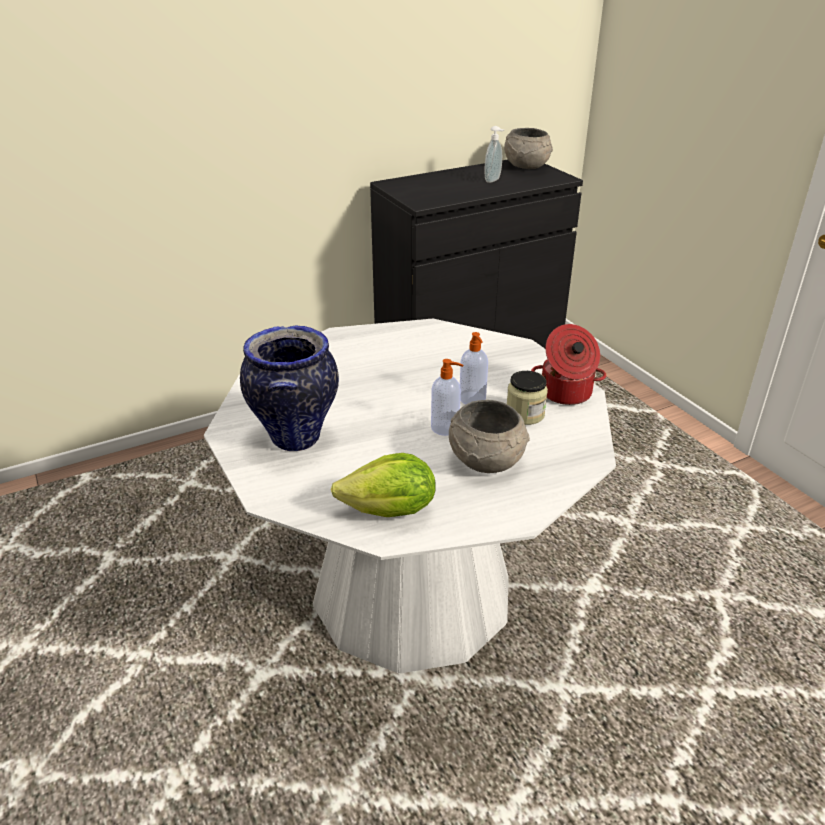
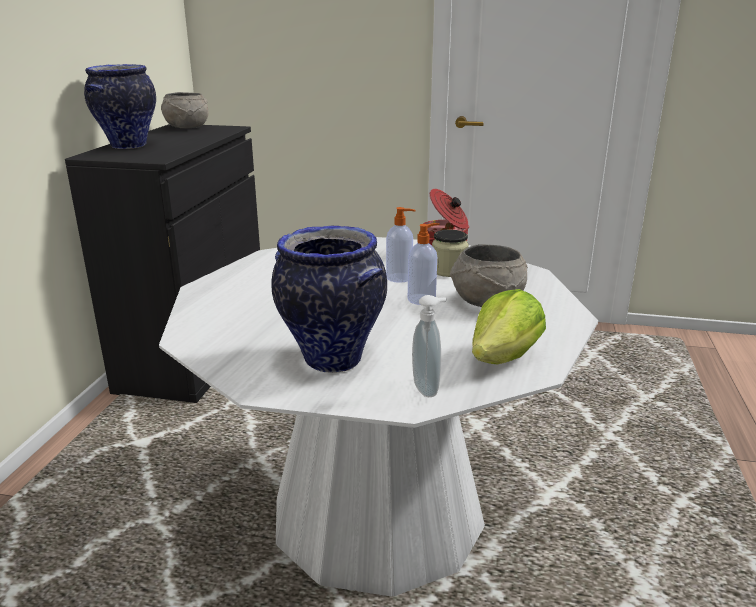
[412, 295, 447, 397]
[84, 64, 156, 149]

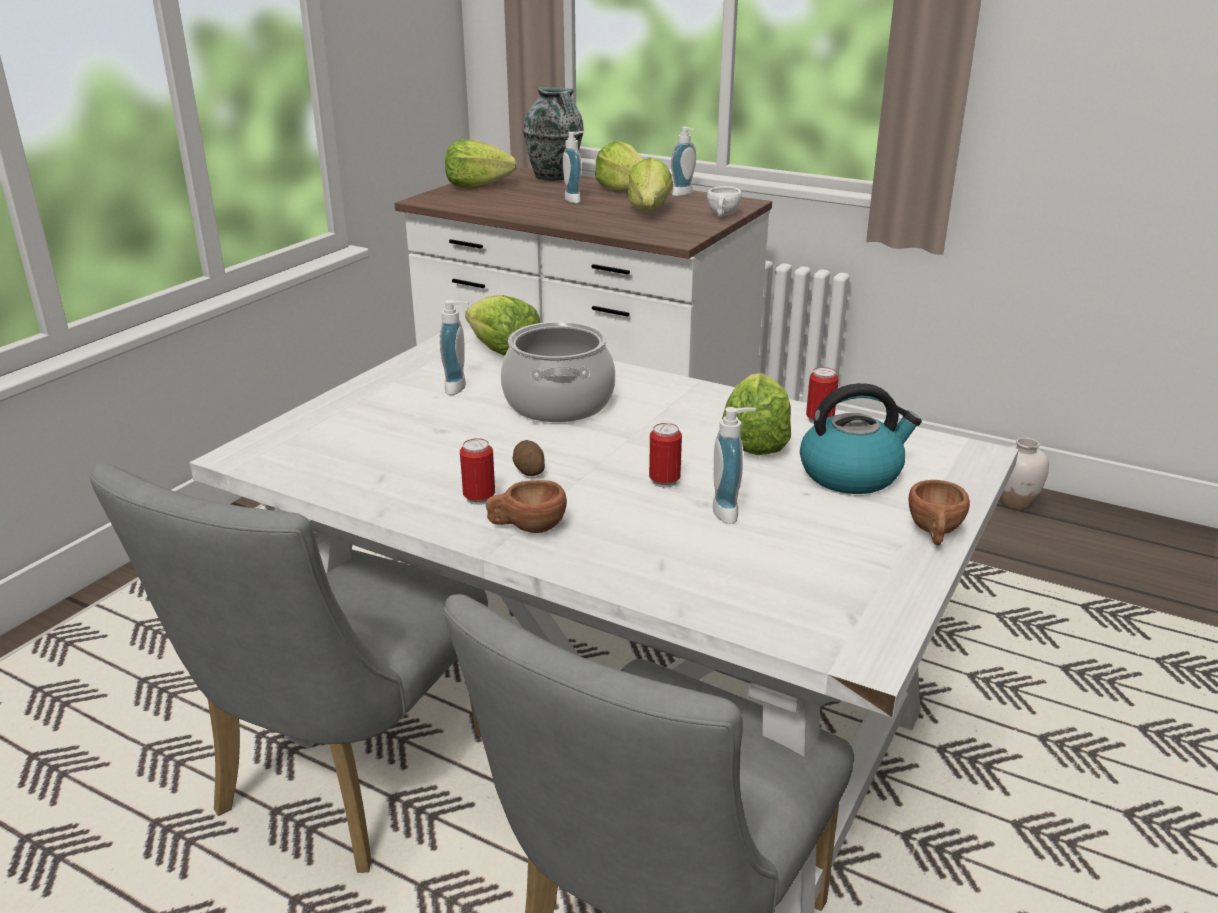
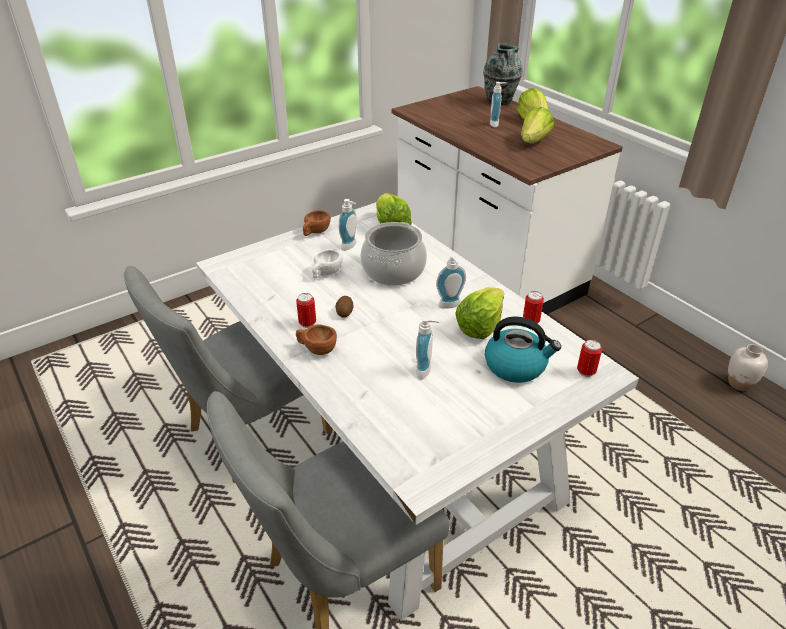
[436, 254, 466, 309]
[445, 140, 517, 188] (first image)
[312, 249, 343, 278]
[577, 340, 602, 377]
[303, 210, 331, 236]

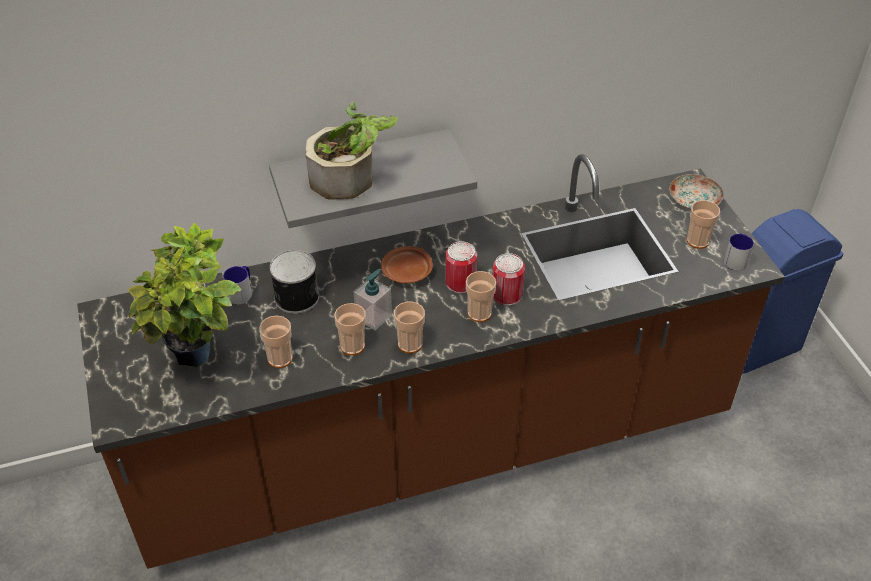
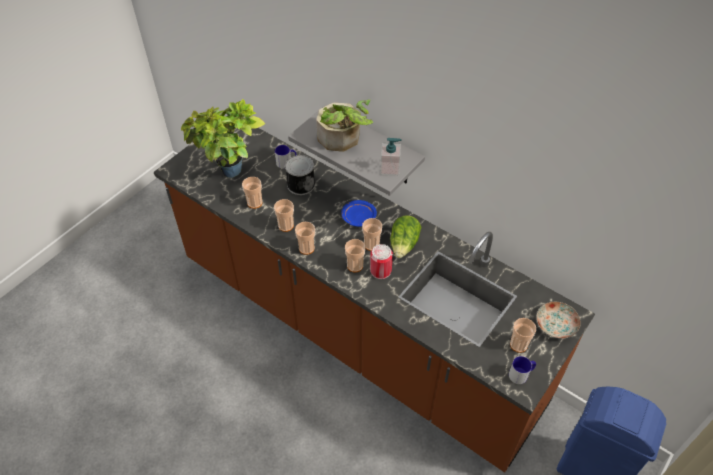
[362, 218, 382, 251]
[341, 200, 377, 227]
[380, 138, 402, 176]
[390, 215, 421, 259]

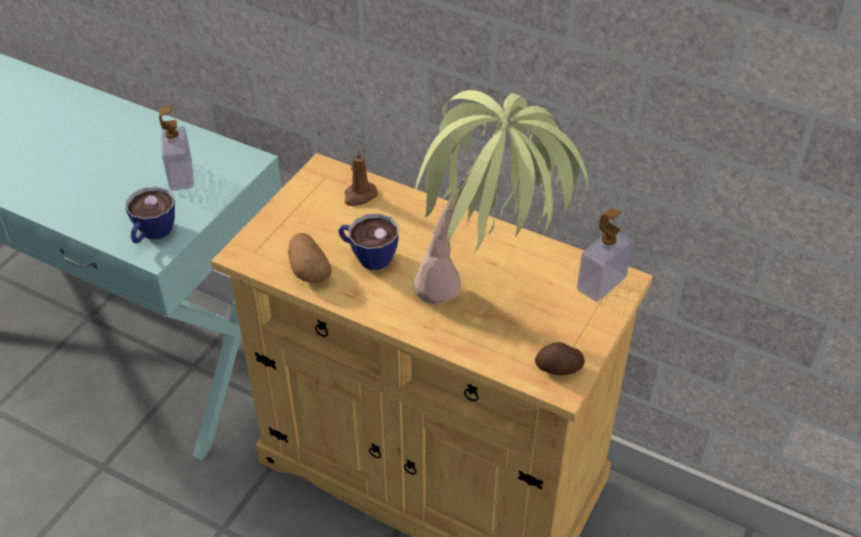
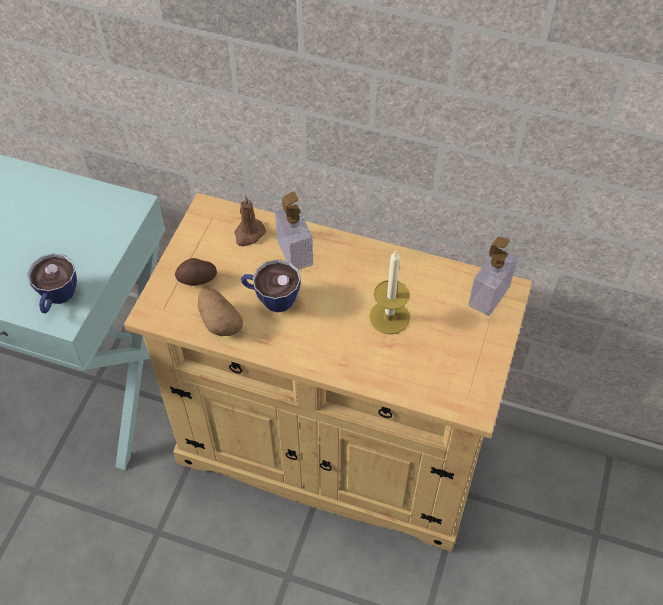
[369, 251, 410, 334]
[275, 191, 313, 270]
[175, 258, 217, 286]

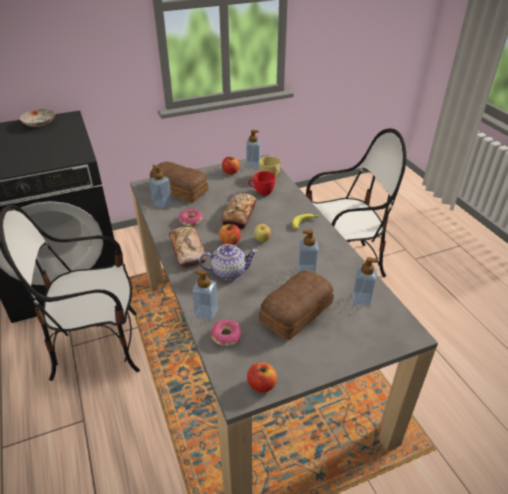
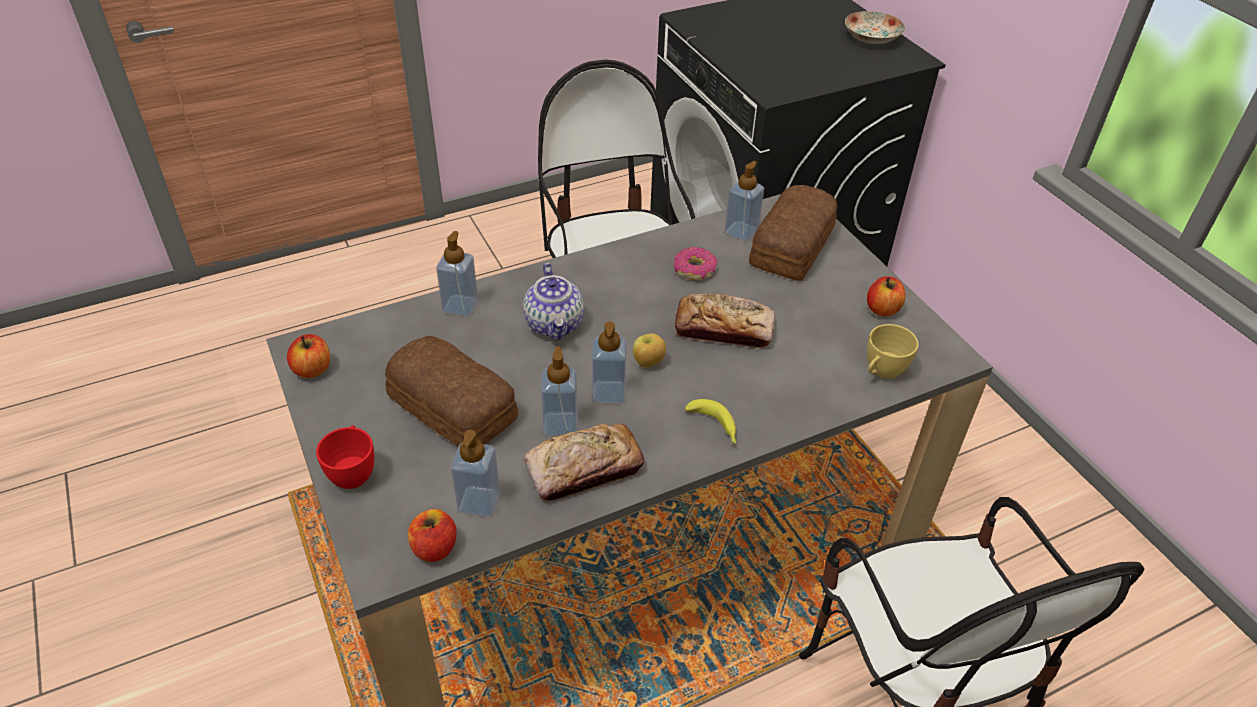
[592, 321, 627, 404]
[316, 425, 374, 489]
[408, 509, 457, 562]
[524, 424, 644, 501]
[211, 320, 241, 346] (first image)

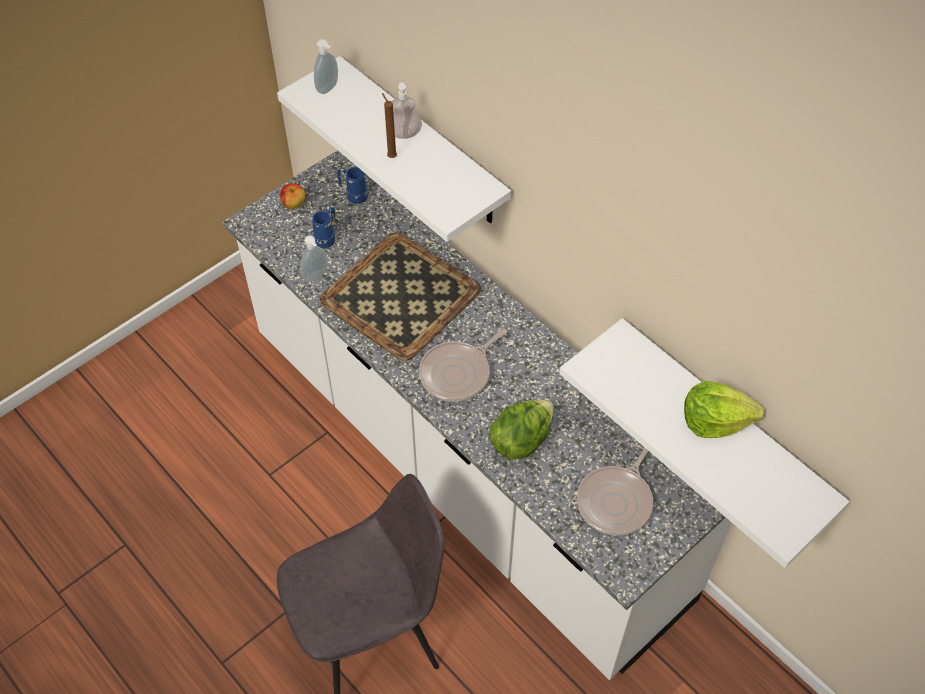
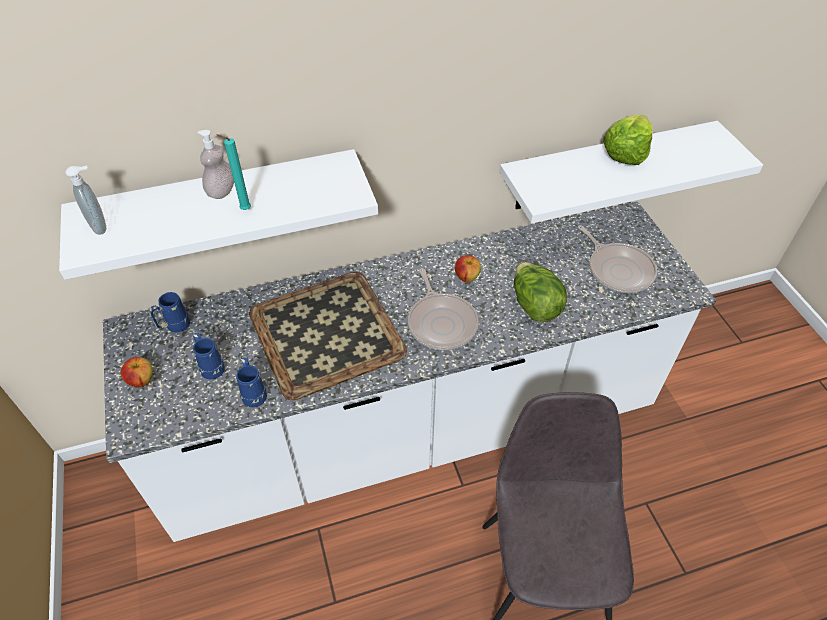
[216, 134, 251, 210]
[236, 356, 267, 407]
[455, 255, 481, 282]

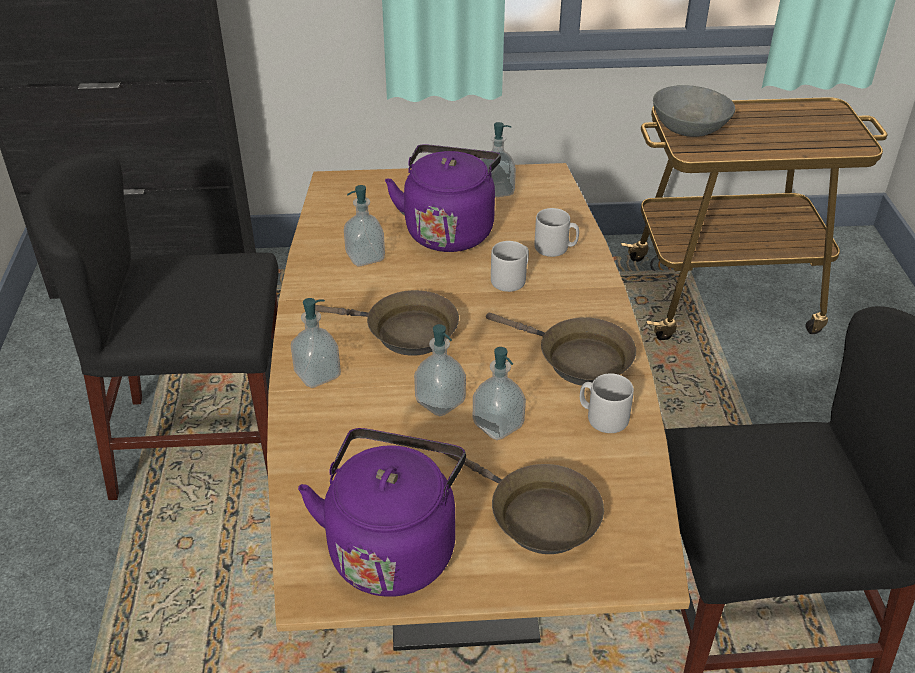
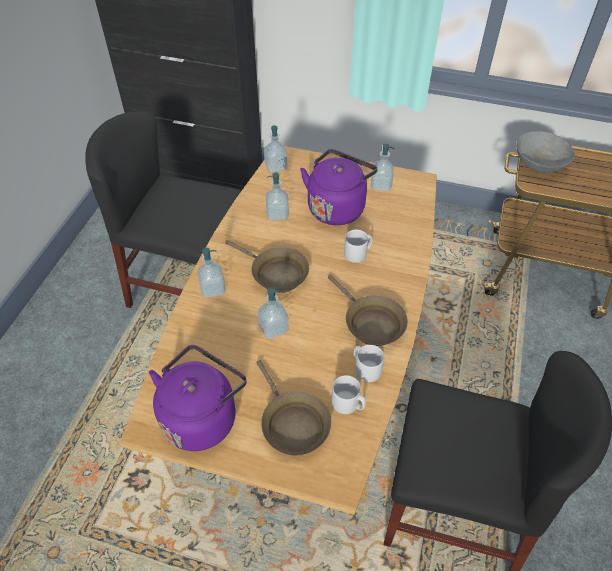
[331, 375, 366, 414]
[264, 125, 288, 173]

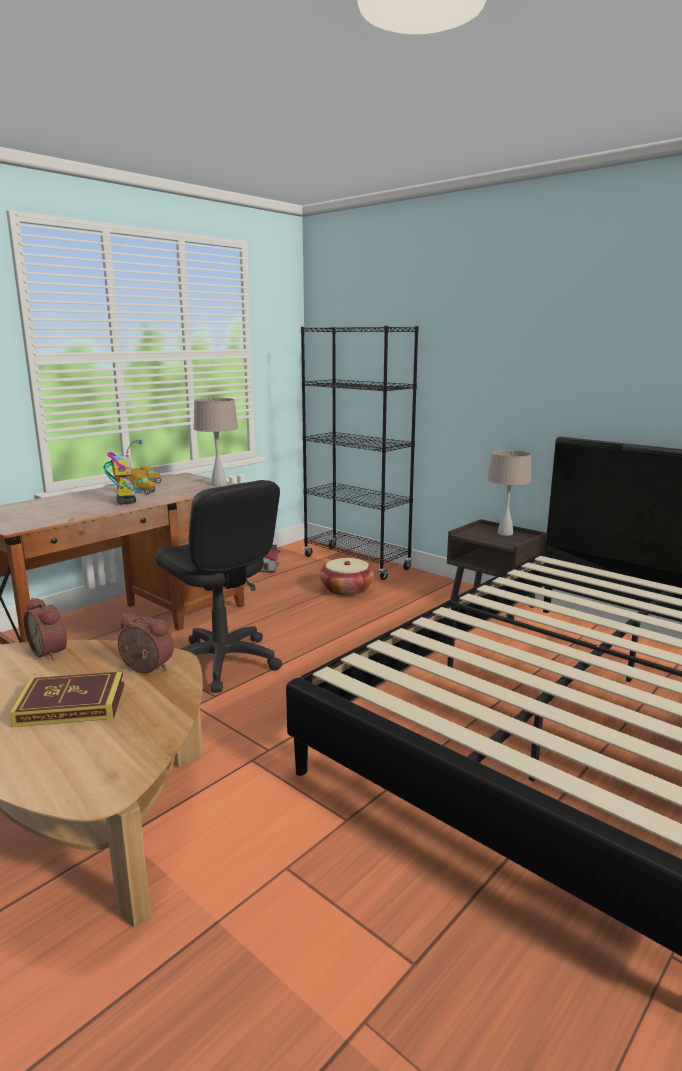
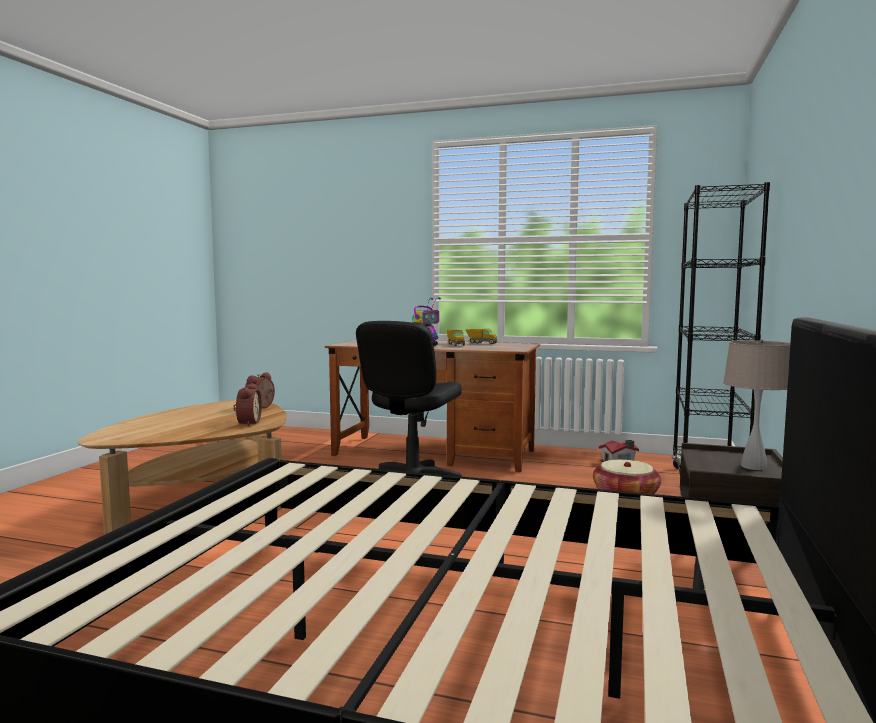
[194, 397, 238, 486] (first image)
[10, 672, 124, 727] (first image)

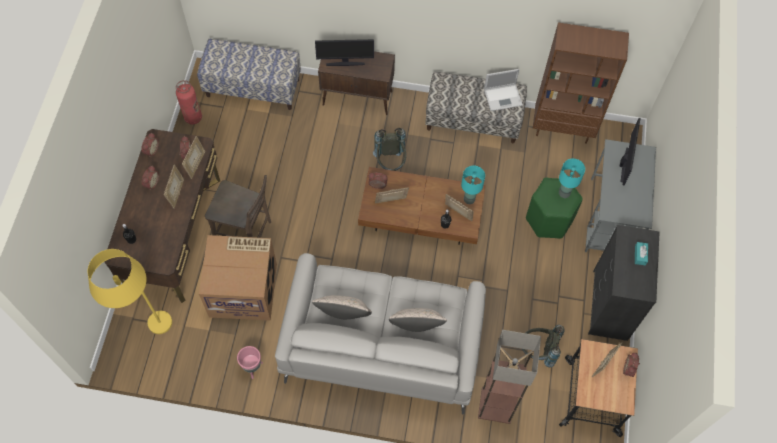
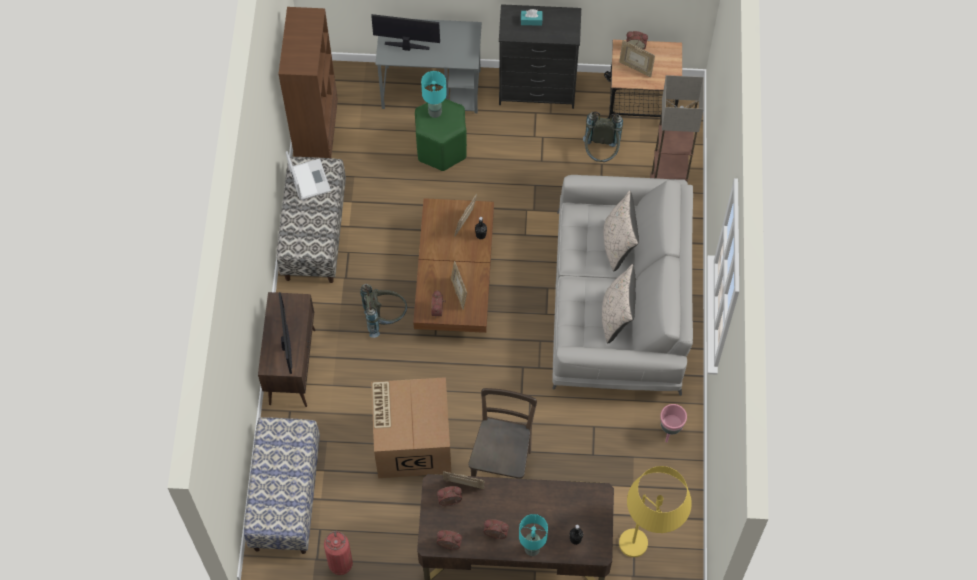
[164, 165, 184, 208] (first image)
[519, 514, 548, 556]
[371, 377, 451, 478]

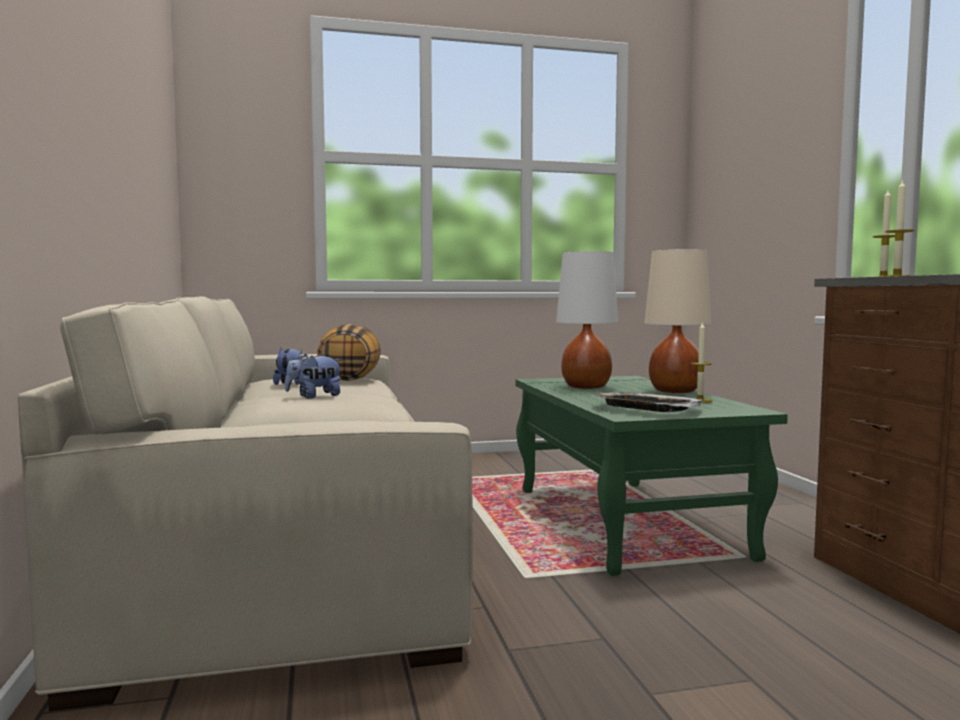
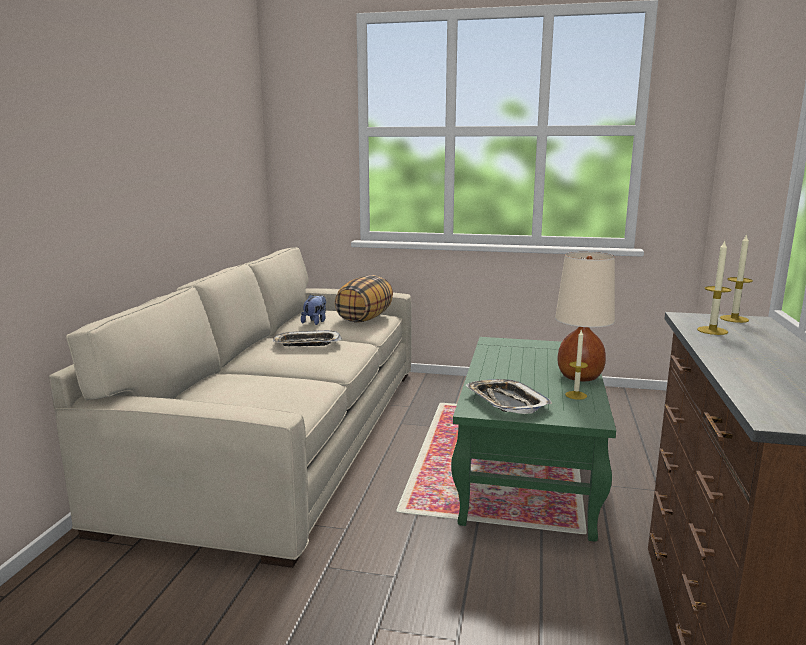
[556, 251, 618, 389] (first image)
[273, 330, 342, 346]

